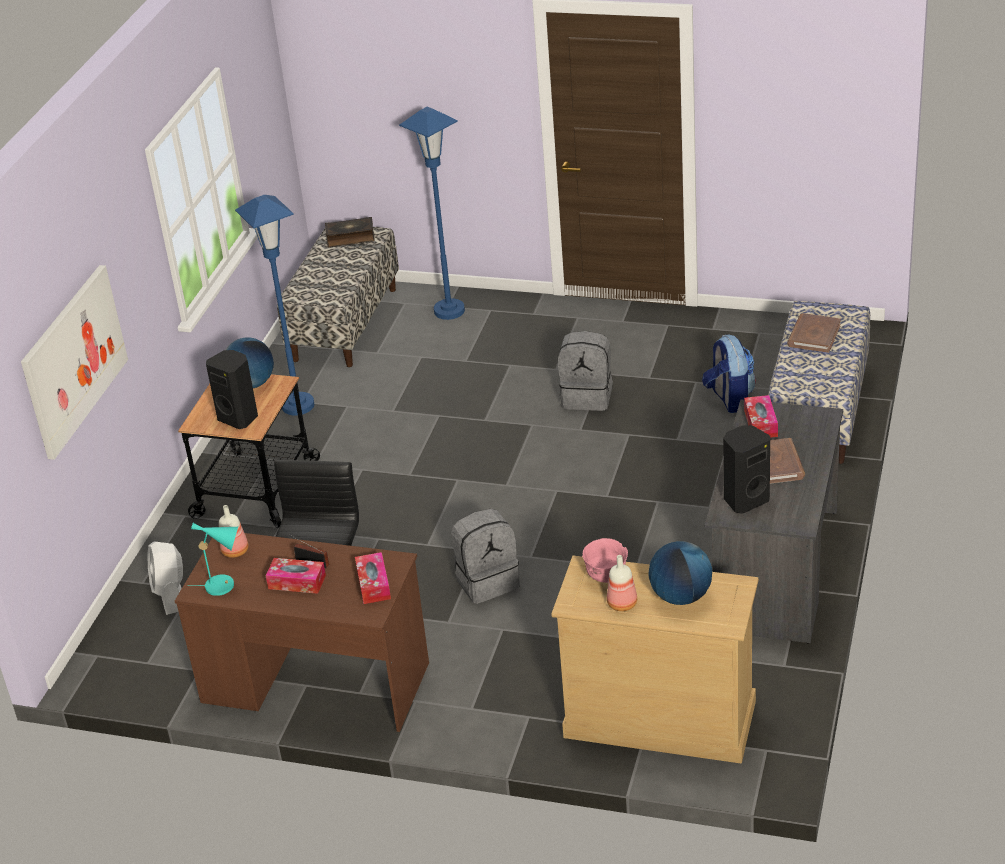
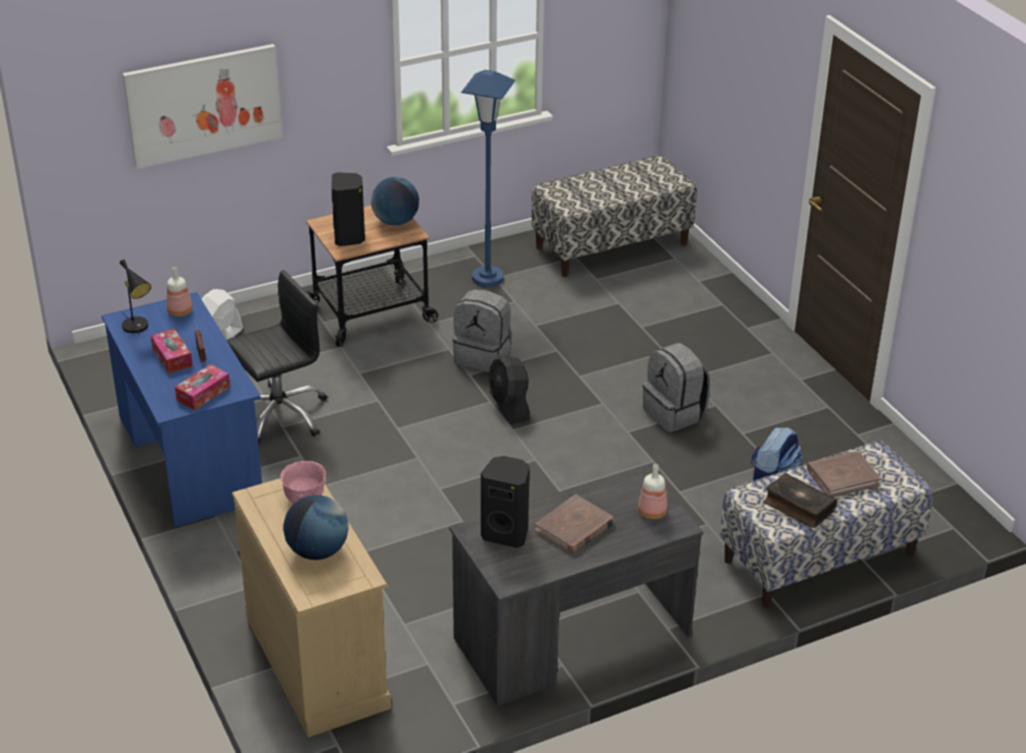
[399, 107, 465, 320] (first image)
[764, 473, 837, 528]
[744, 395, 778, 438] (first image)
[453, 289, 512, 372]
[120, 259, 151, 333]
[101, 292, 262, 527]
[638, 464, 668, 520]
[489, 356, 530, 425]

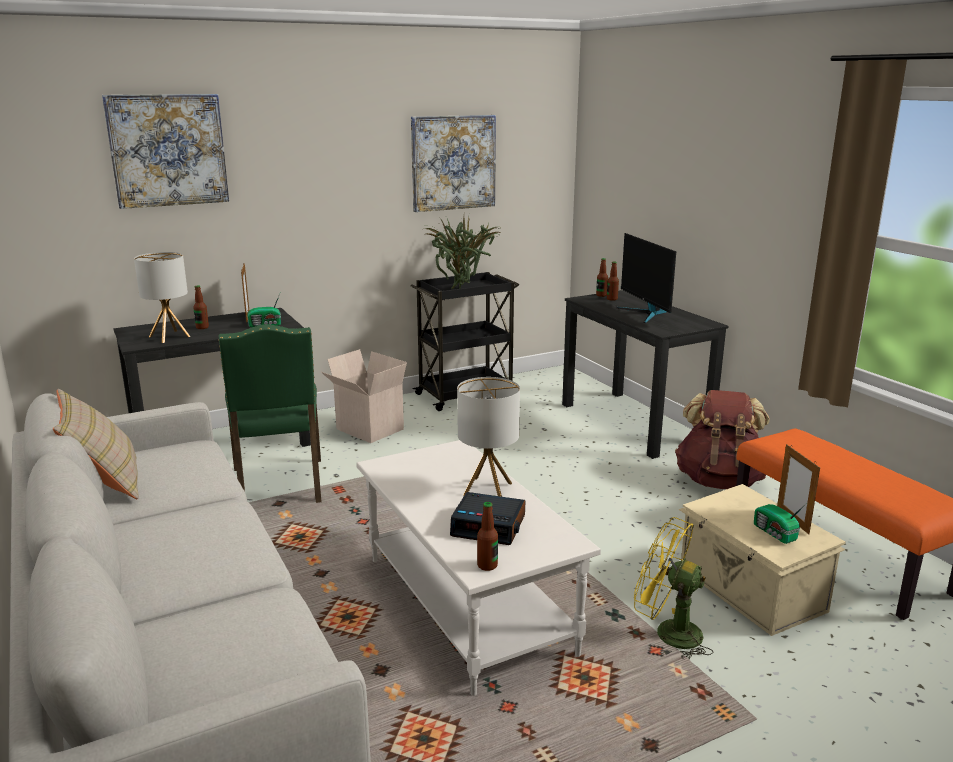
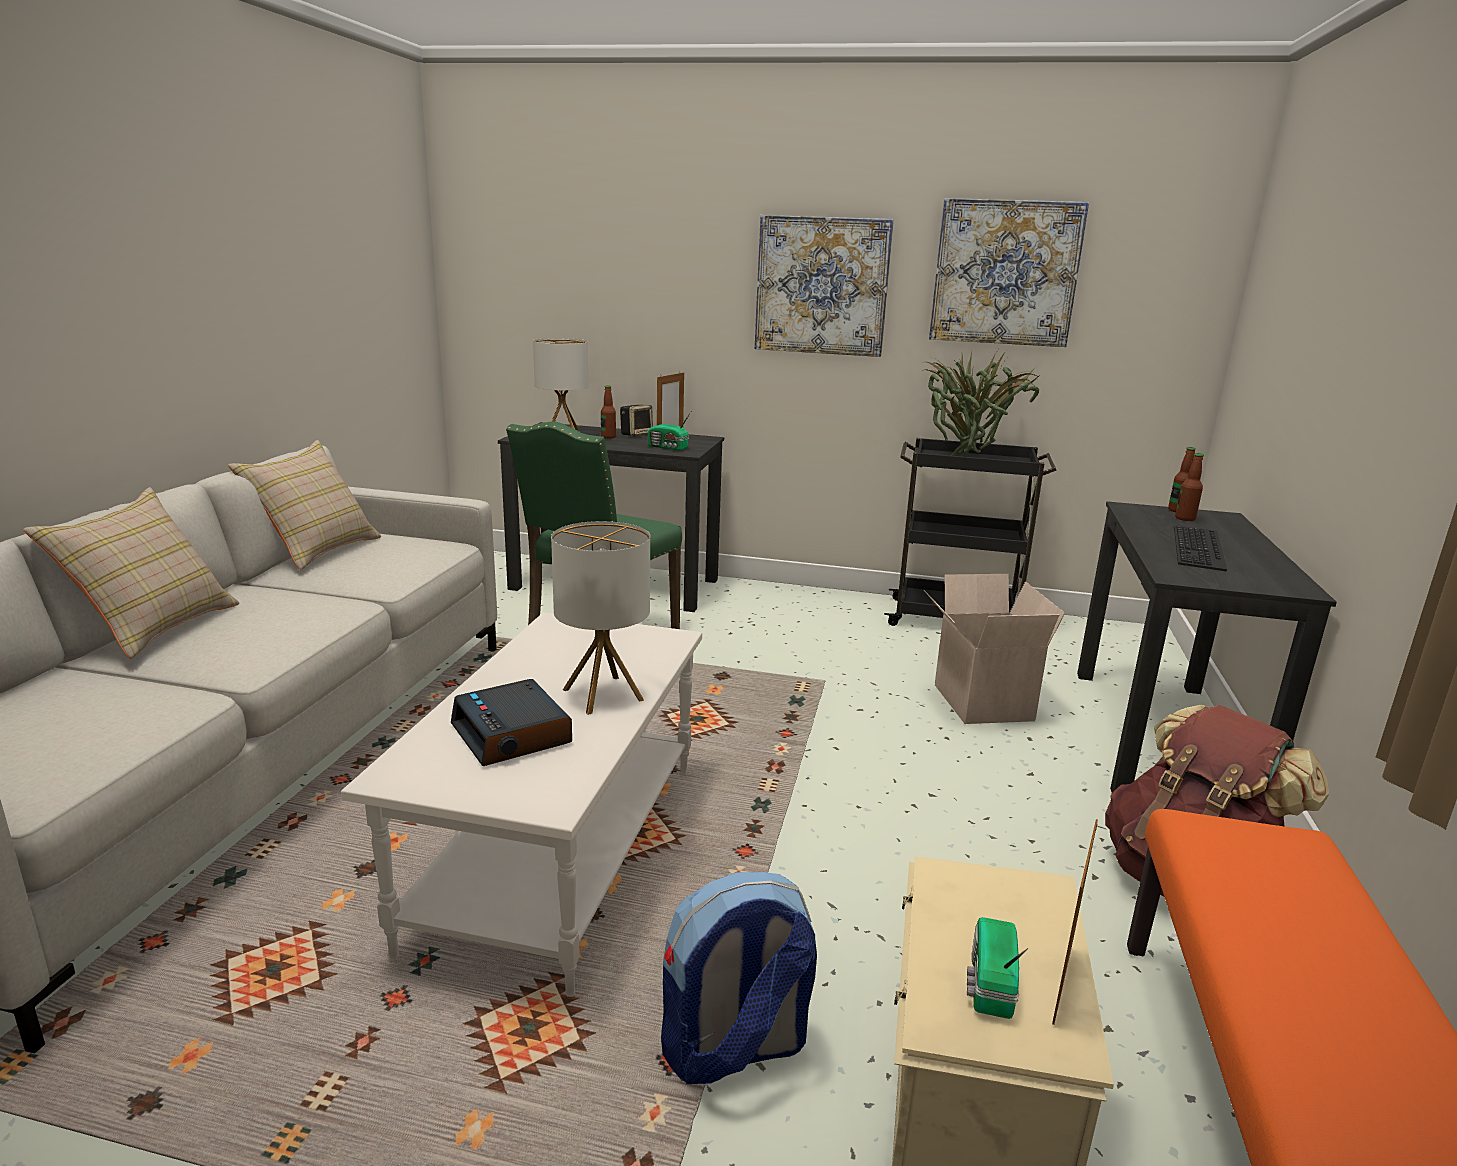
[755, 215, 894, 357]
[1174, 525, 1227, 571]
[924, 574, 1065, 724]
[477, 502, 498, 571] (first image)
[661, 872, 817, 1084]
[620, 405, 653, 436]
[23, 487, 239, 659]

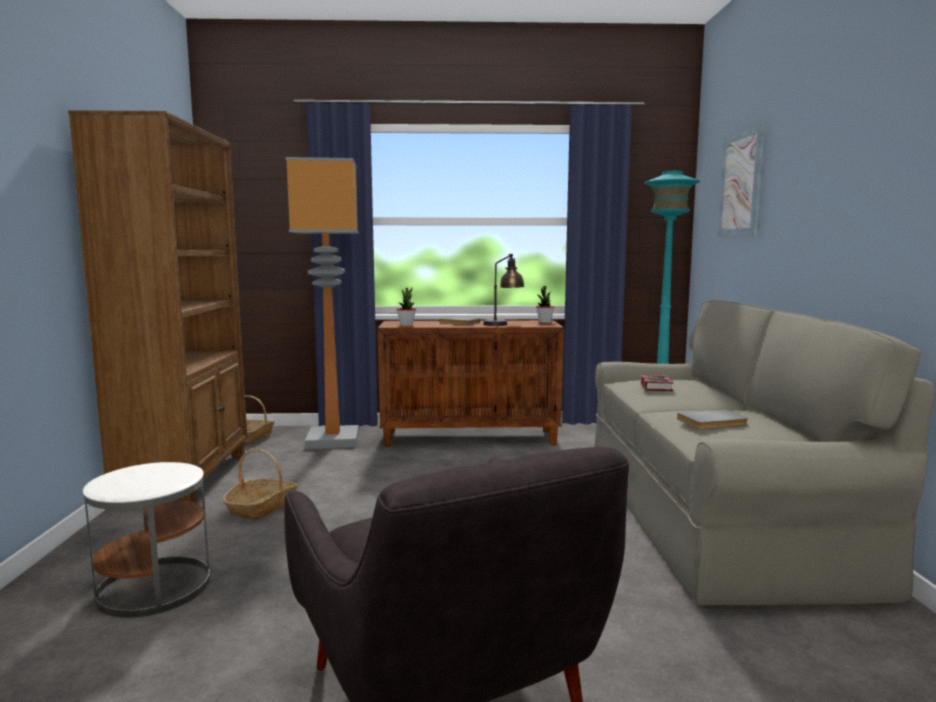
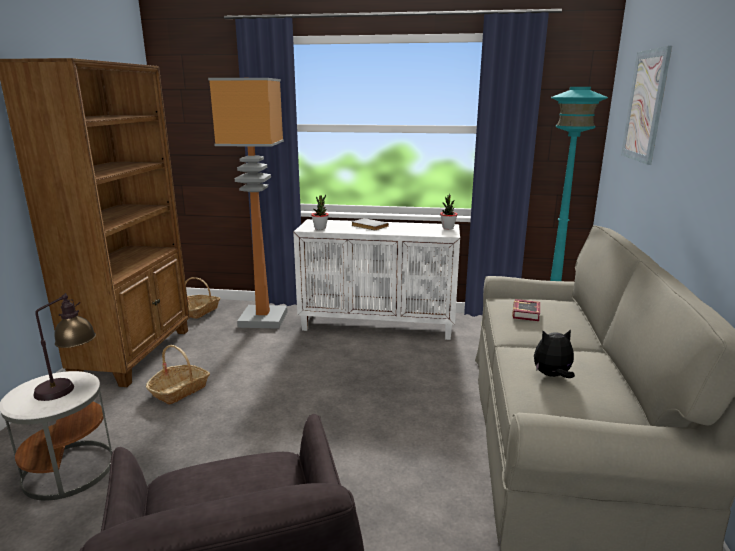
[34, 293, 96, 401]
[293, 219, 460, 340]
[534, 329, 575, 378]

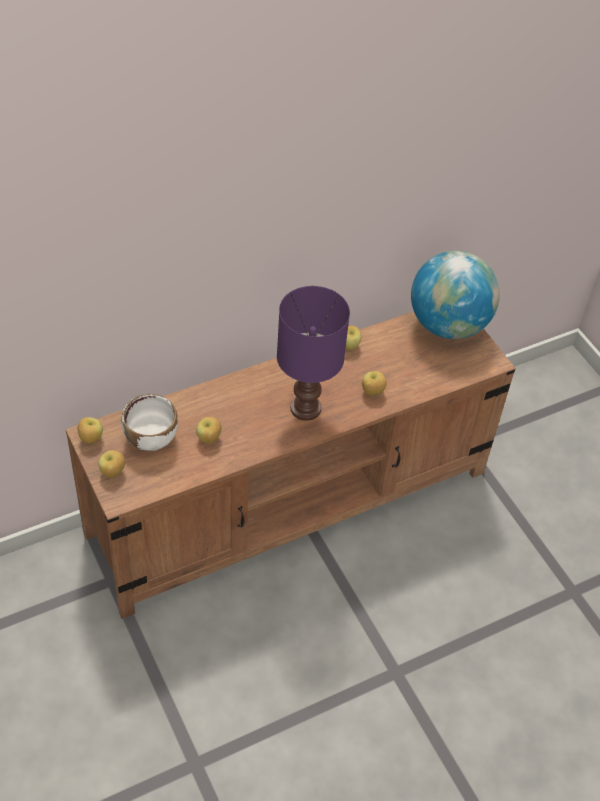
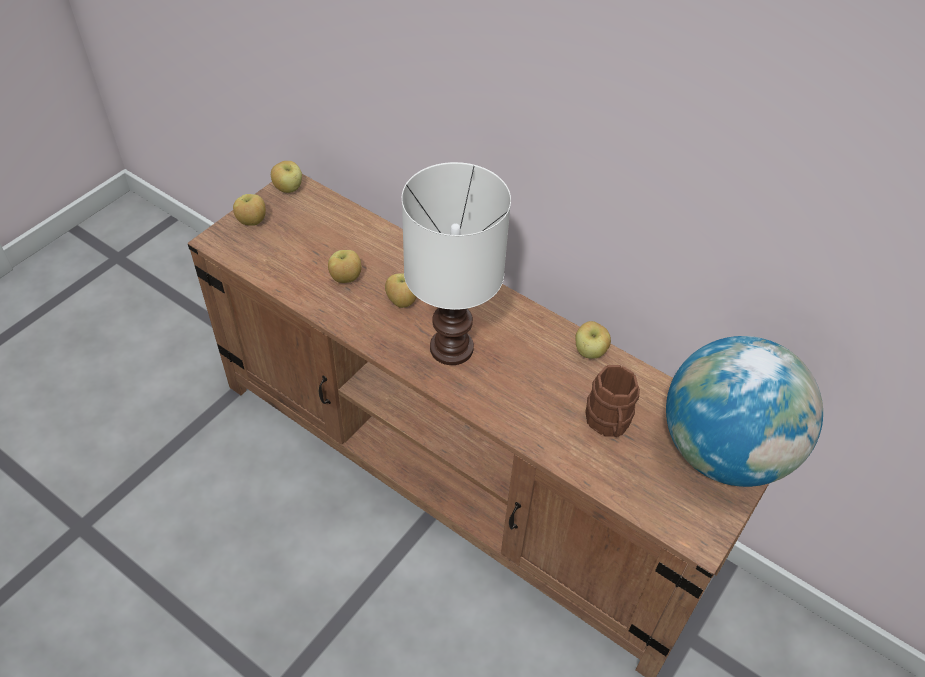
[402, 162, 511, 365]
[385, 274, 417, 308]
[121, 394, 178, 451] (first image)
[585, 365, 640, 437]

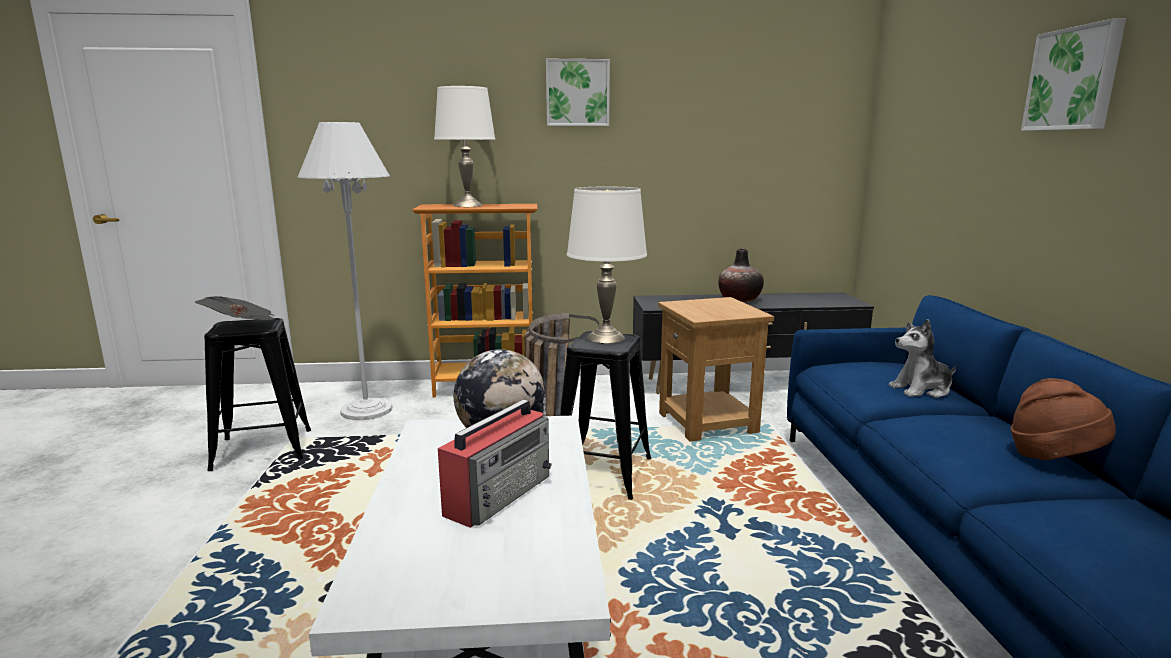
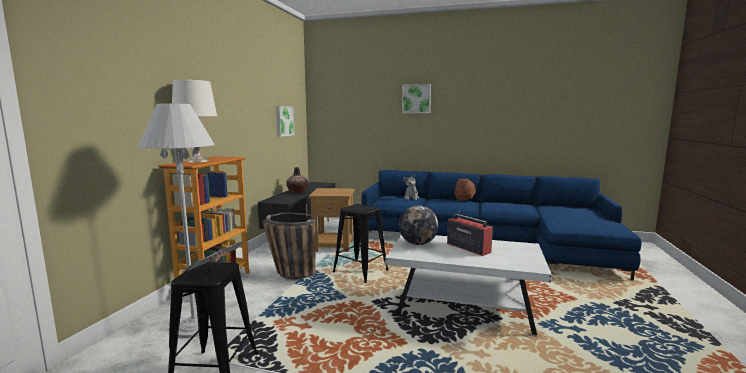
[276, 106, 295, 137]
[567, 187, 647, 343] (first image)

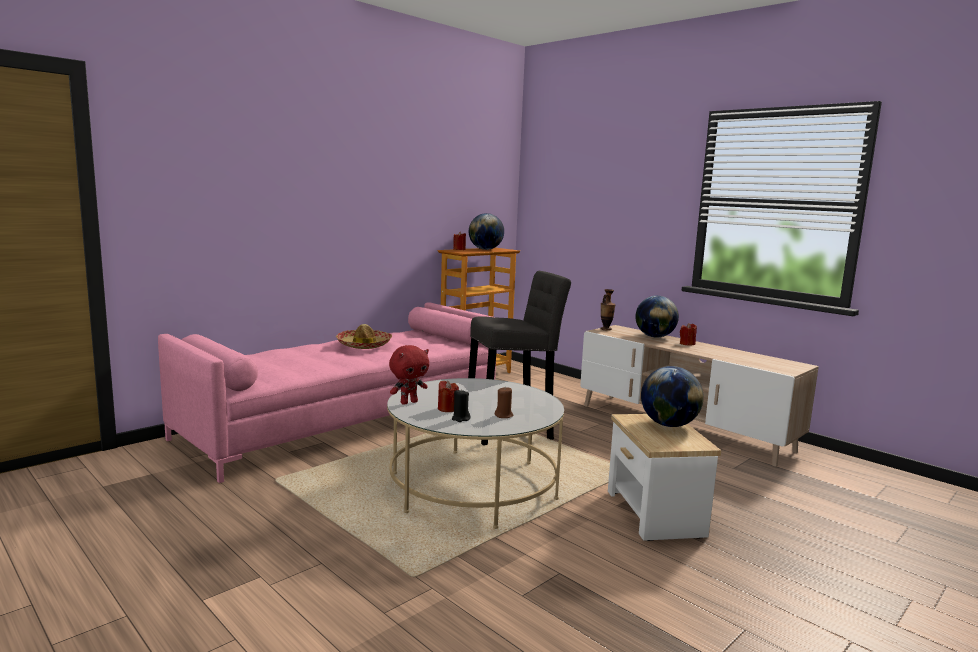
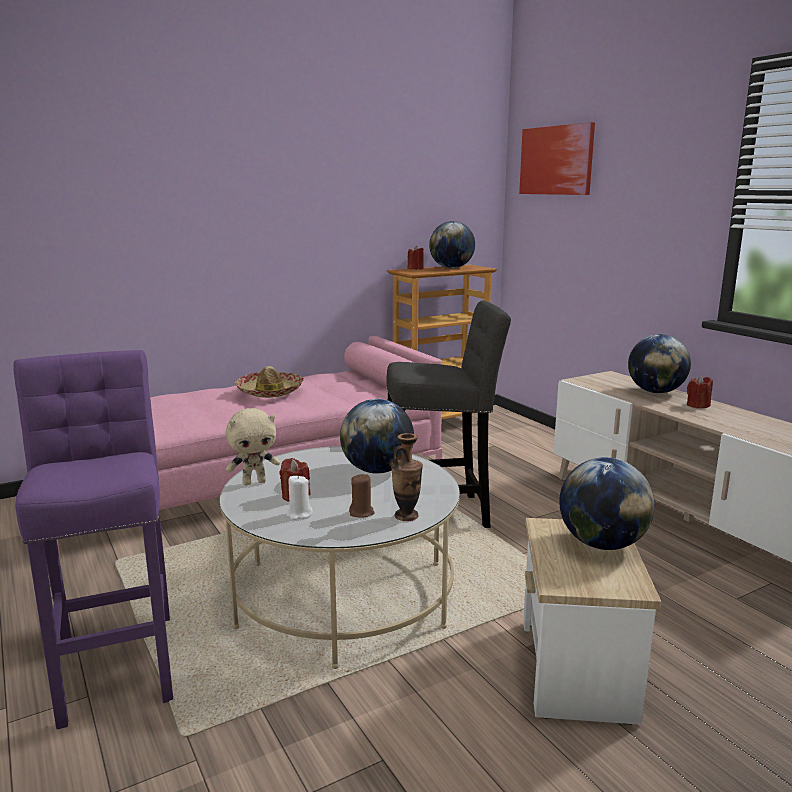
[391, 433, 423, 521]
[226, 408, 280, 485]
[286, 475, 313, 520]
[519, 122, 595, 195]
[13, 350, 173, 729]
[340, 399, 414, 474]

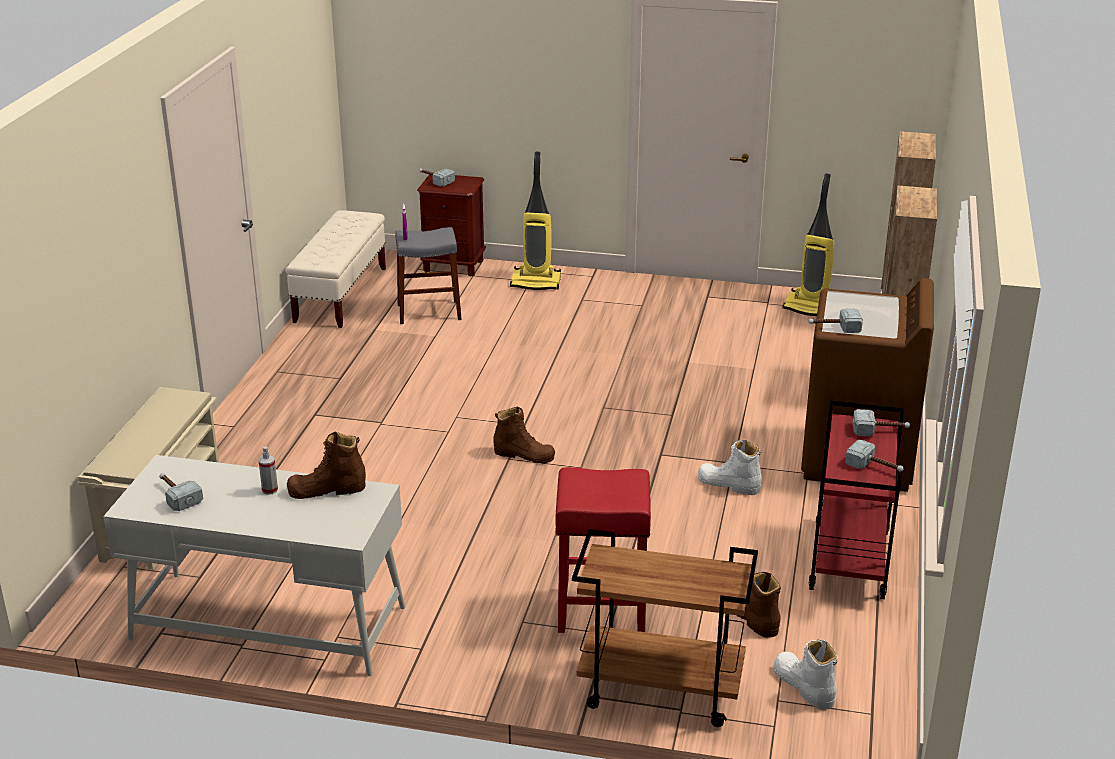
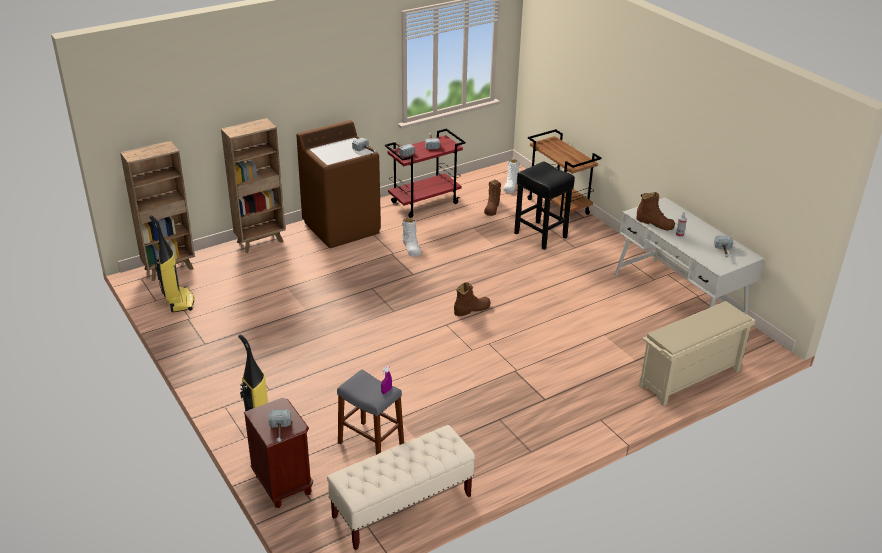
[454, 283, 491, 316]
[514, 161, 575, 250]

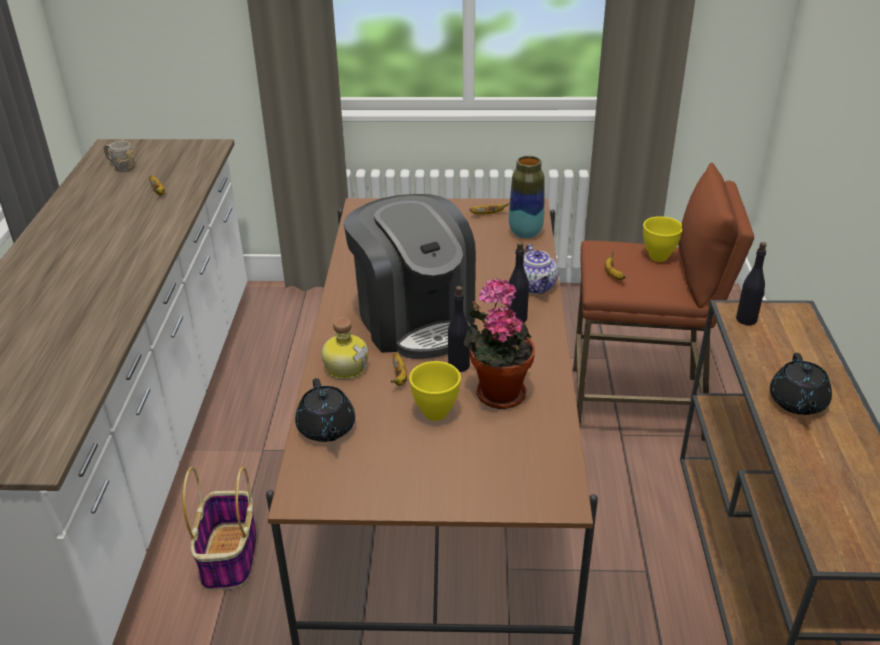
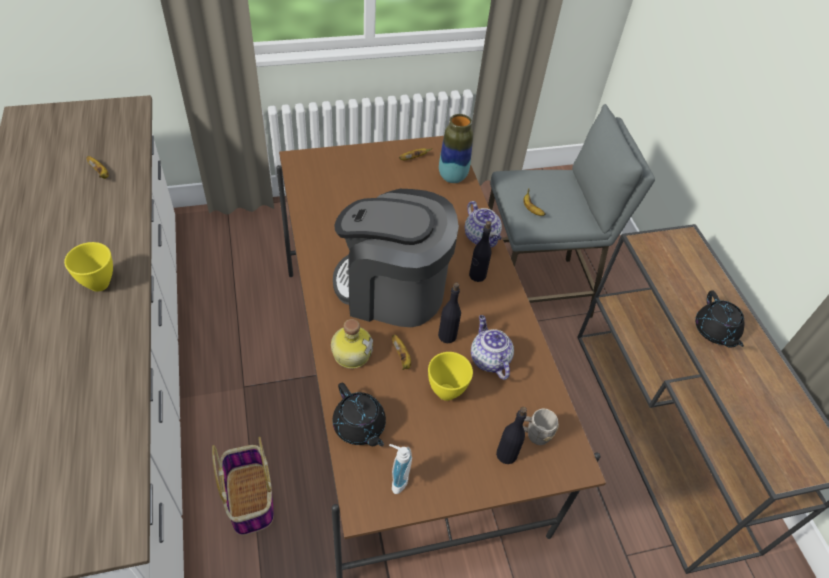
[523, 409, 559, 445]
[488, 104, 655, 318]
[333, 189, 459, 327]
[64, 242, 113, 292]
[496, 407, 527, 464]
[471, 315, 514, 380]
[389, 444, 412, 494]

